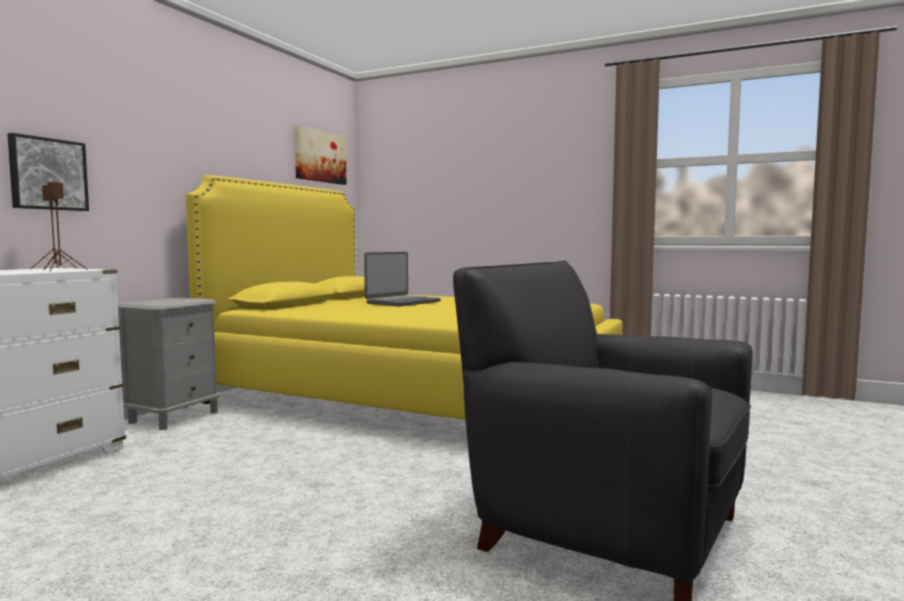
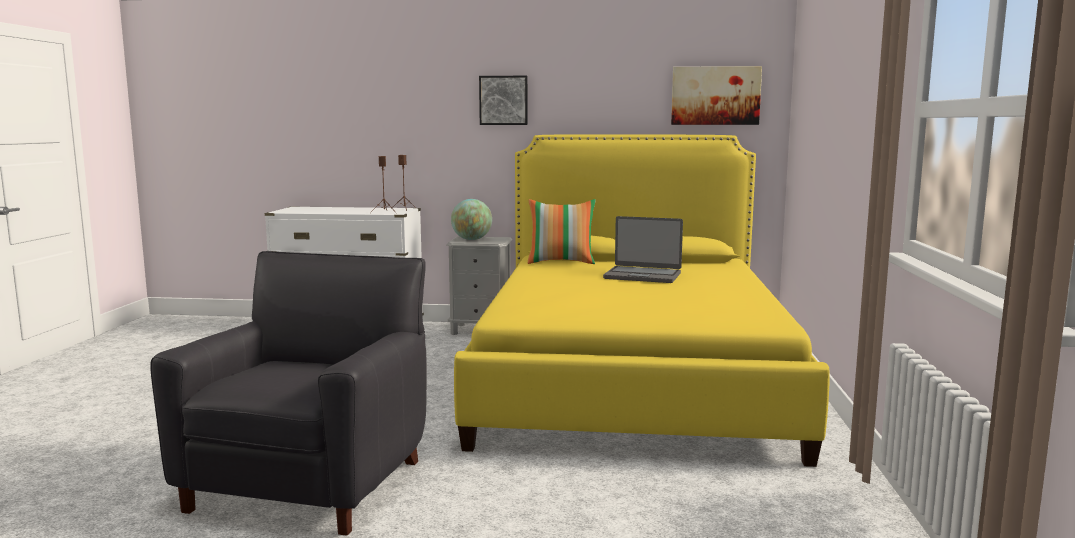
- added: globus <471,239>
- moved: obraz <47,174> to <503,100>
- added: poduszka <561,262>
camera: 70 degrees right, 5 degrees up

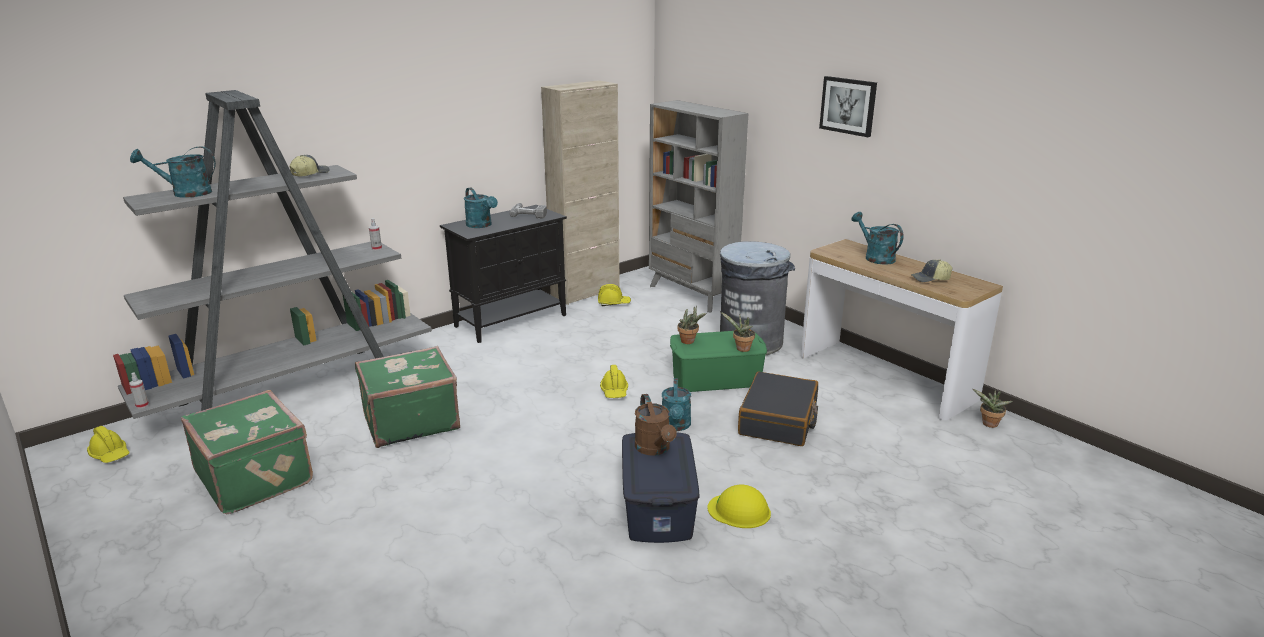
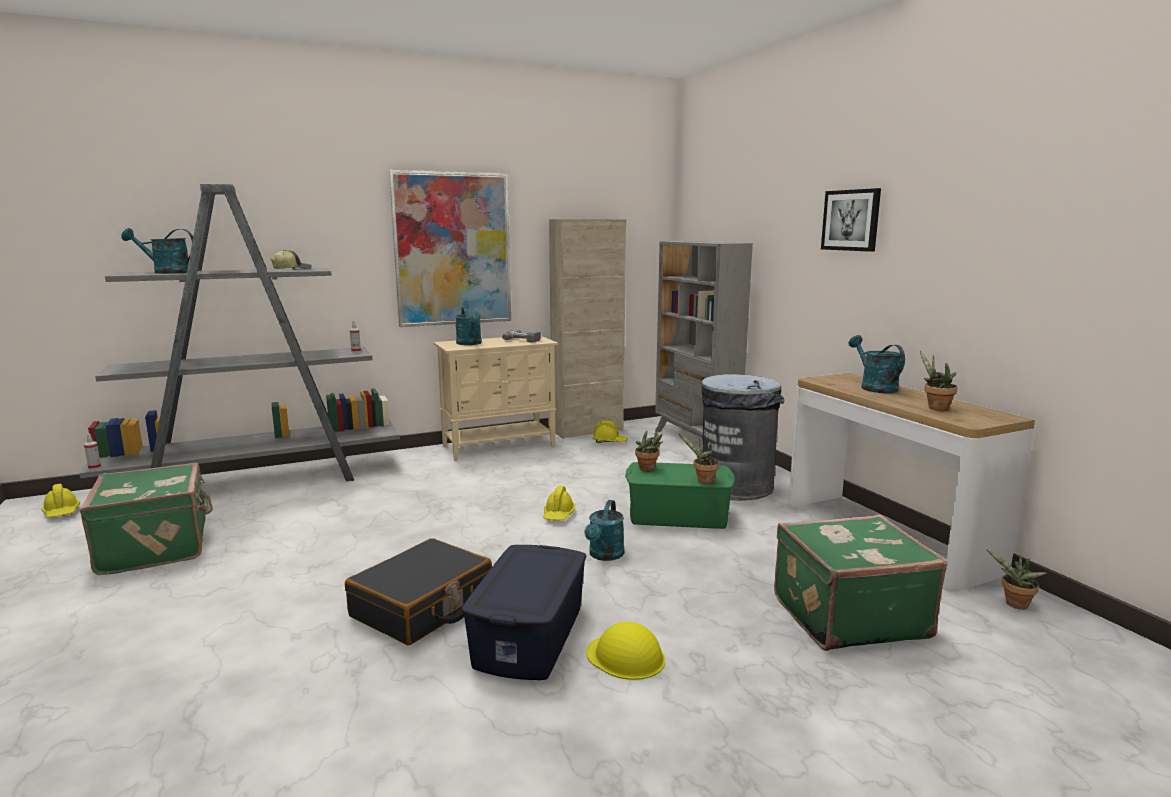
- moved: walizka (czarny) <778,421> to <423,606>
- added: obraz <453,249>
- recoloured: szafka (czarny) <511,320> to szafka (beżowy) <500,446>
- moved: walizka (zielony) <410,421> to <847,615>
- replaced: czapka z daszkiem <930,279> to roślina doniczkowa <935,408>
- removed: konewka (brązowy) <655,449>
camera: 15 degrees right, 10 degrees down

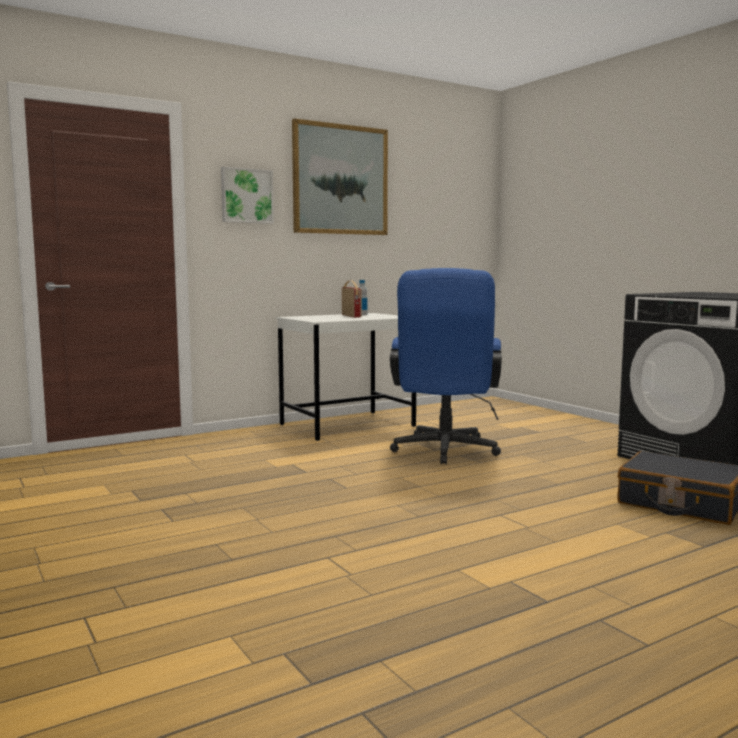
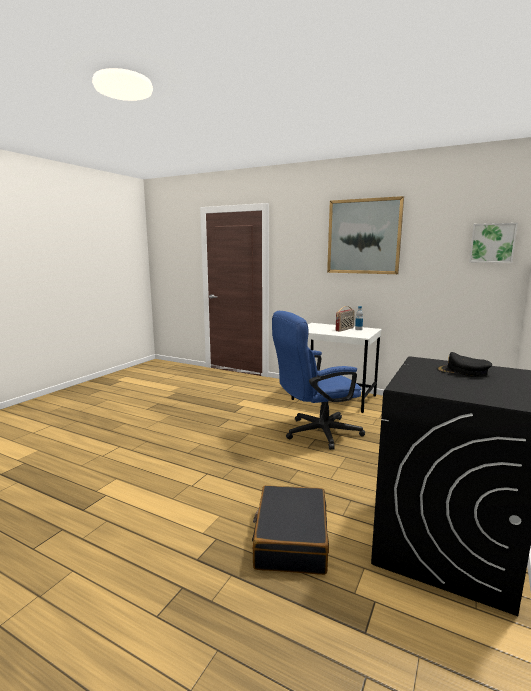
- added: czapka z daszkiem (czarny) <462,371>
- moved: obraz <246,196> to <492,243>
camera: 60 degrees right, 5 degrees up

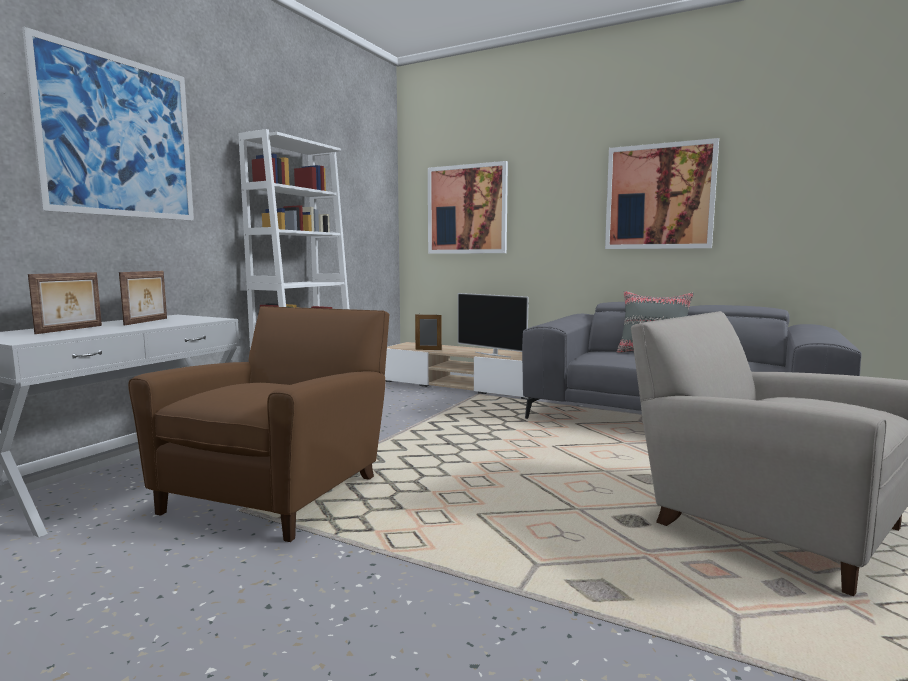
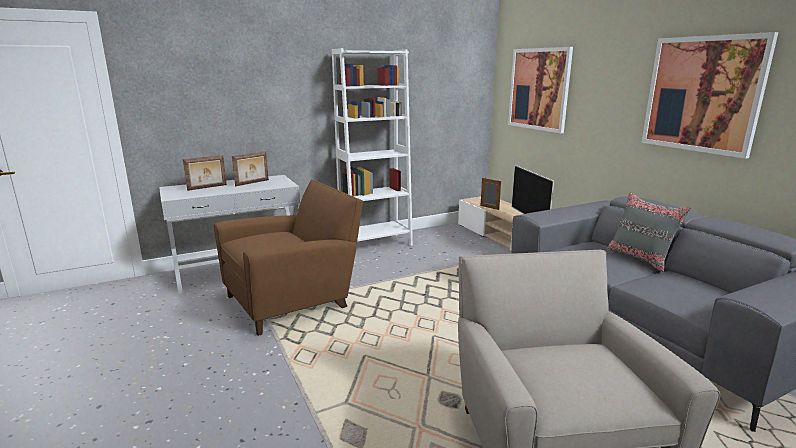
- removed: obraz <119,137>
camera: 35 degrees right, 10 degrees up

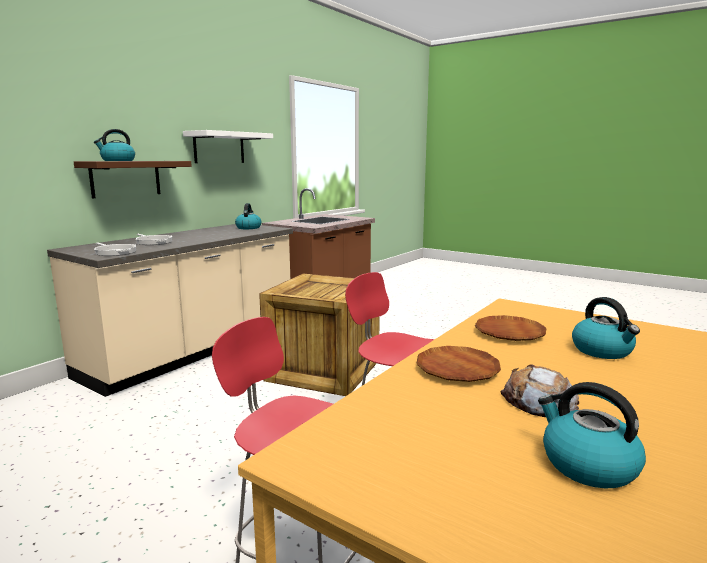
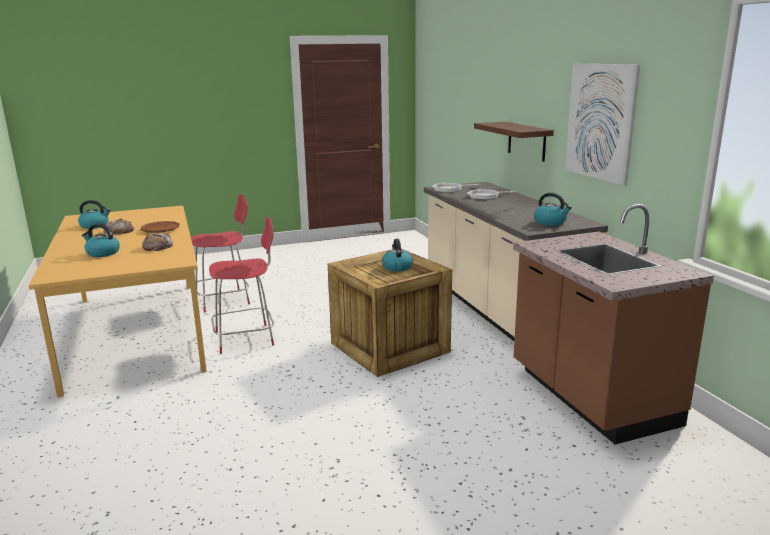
- replaced: talerz (brązowy) <509,333> to chleb <158,247>
- moved: czajnik <117,160> to <397,267>
- replaced: półka (biały) <219,147> to obraz <600,122>
camera: 125 degrees right, 5 degrees up

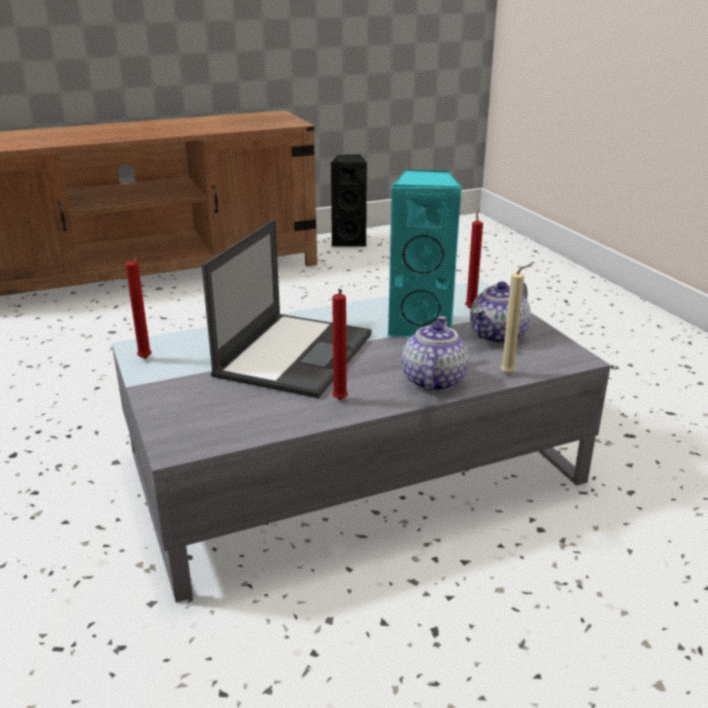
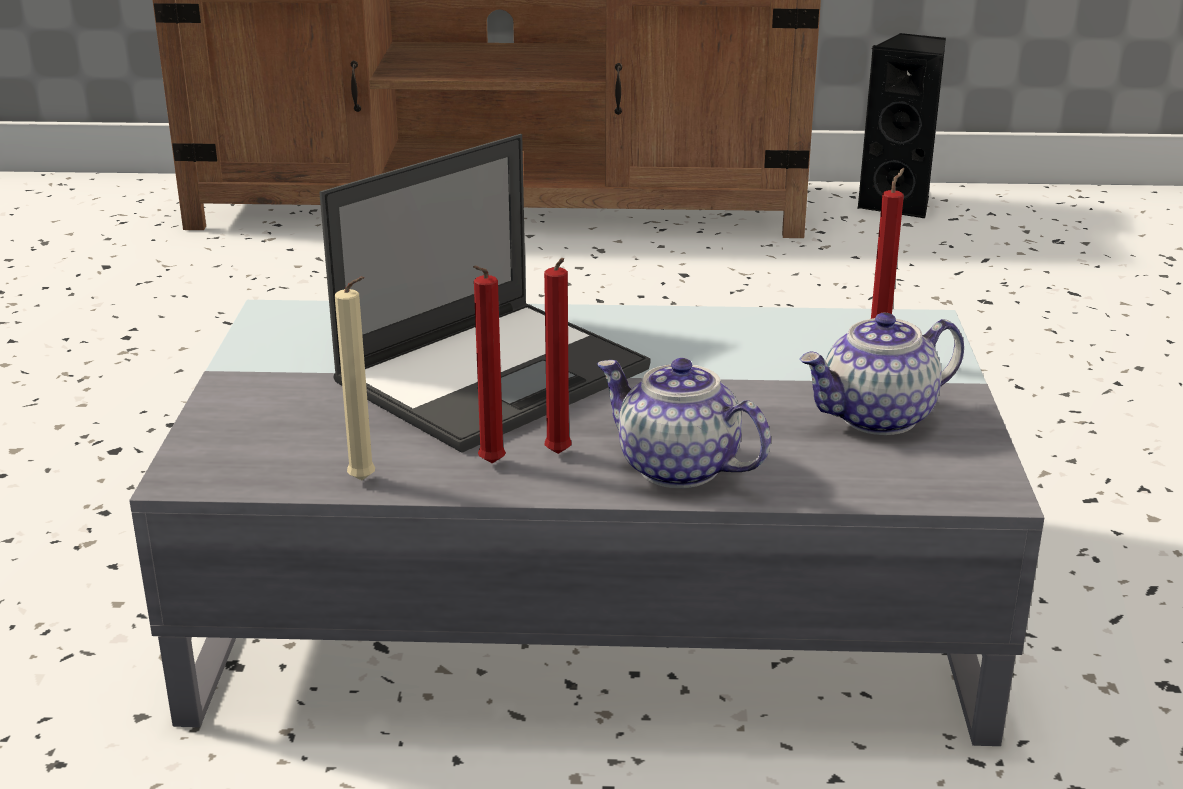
- moved: świeca (beżowy) <509,374> to <365,482>
- moved: świeca (czerwony) <146,359> to <559,456>
- turned: imbryk <432,380> = <676,468> 90 degrees counterclockwise
- removed: głośnik (turkusowy) <421,326>
camera: 25 degrees right, 0 degrees up

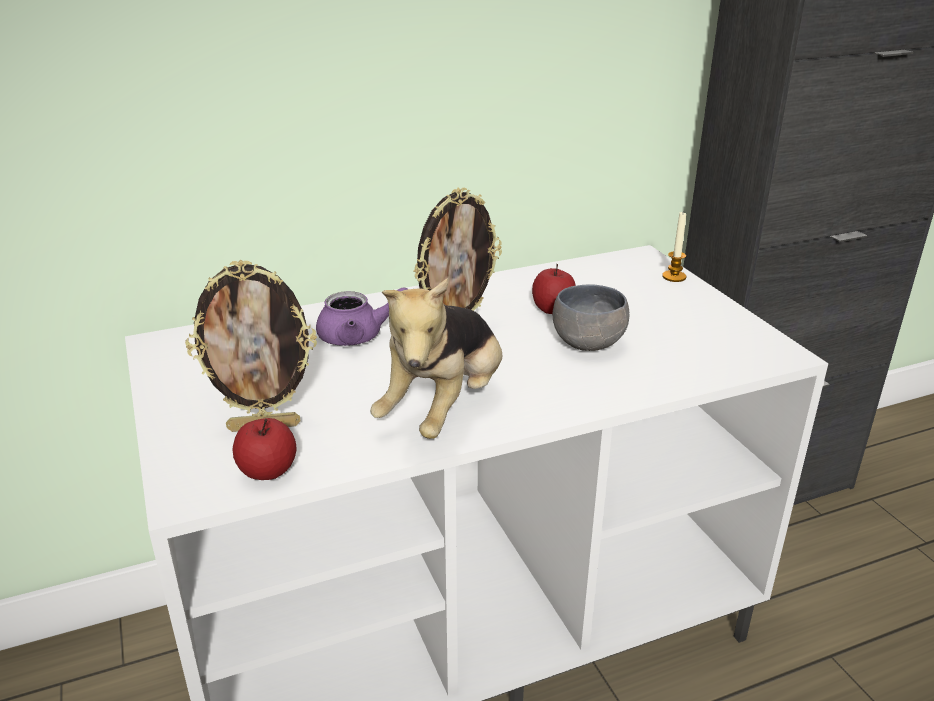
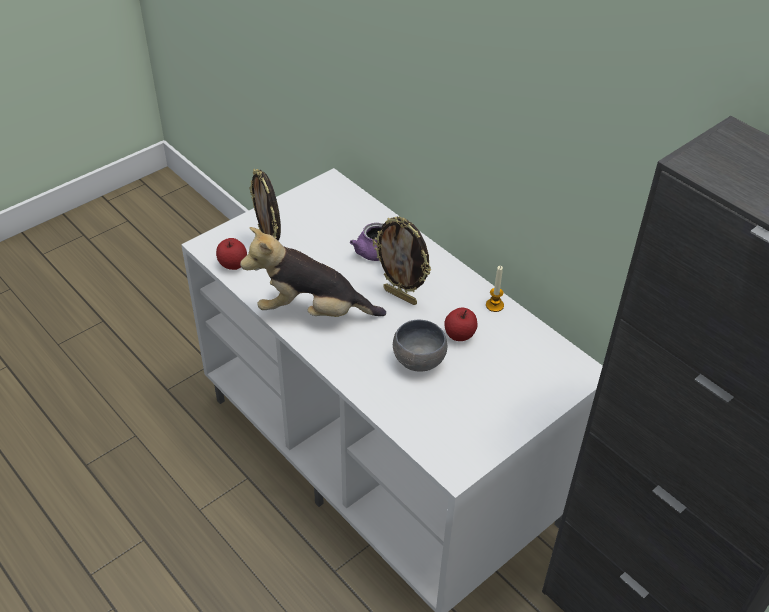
- moved: świeca <674,277> to <494,305>
camera: 70 degrees right, 15 degrees up

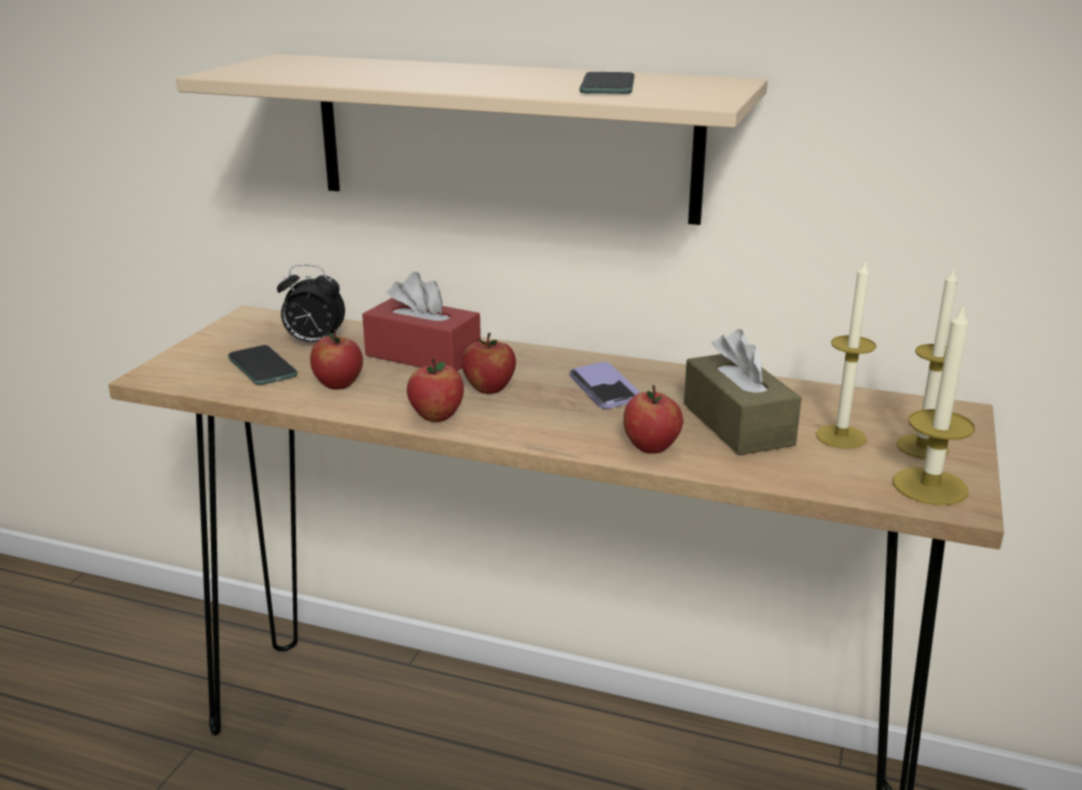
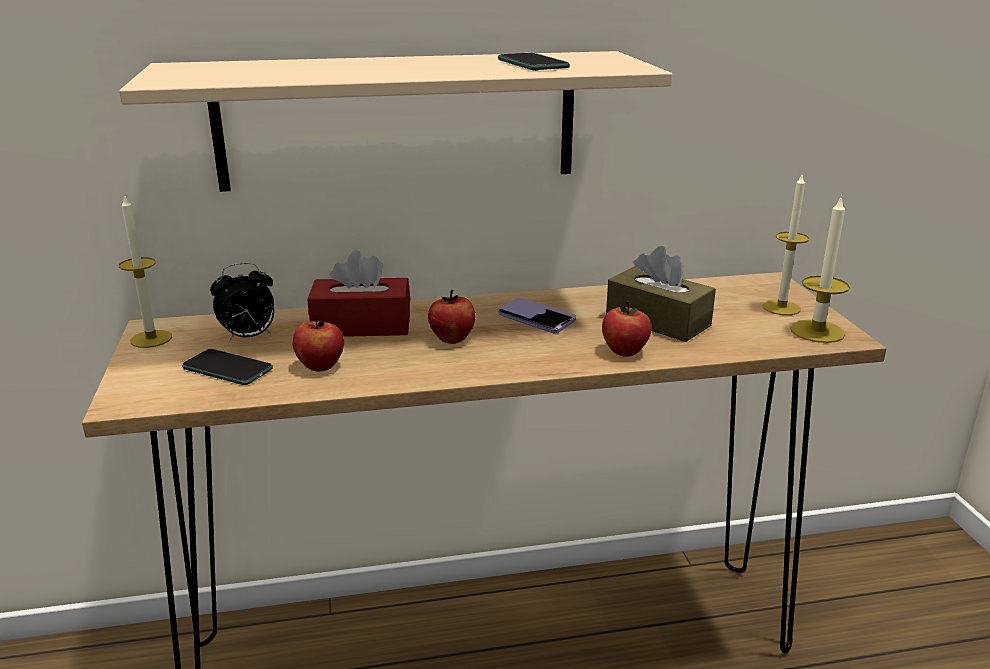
- moved: świeca <840,436> to <151,339>
- removed: jabłko <436,417>
camera: 30 degrees left, 0 degrees up

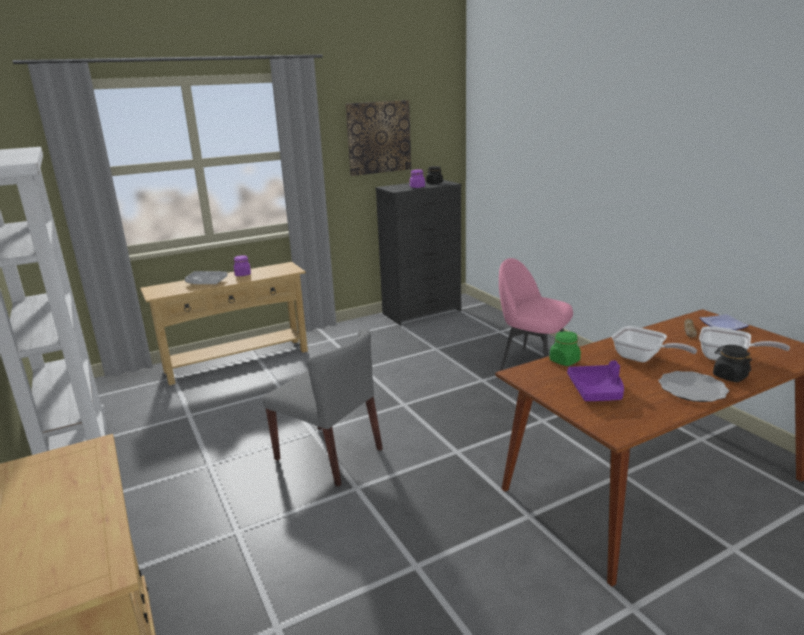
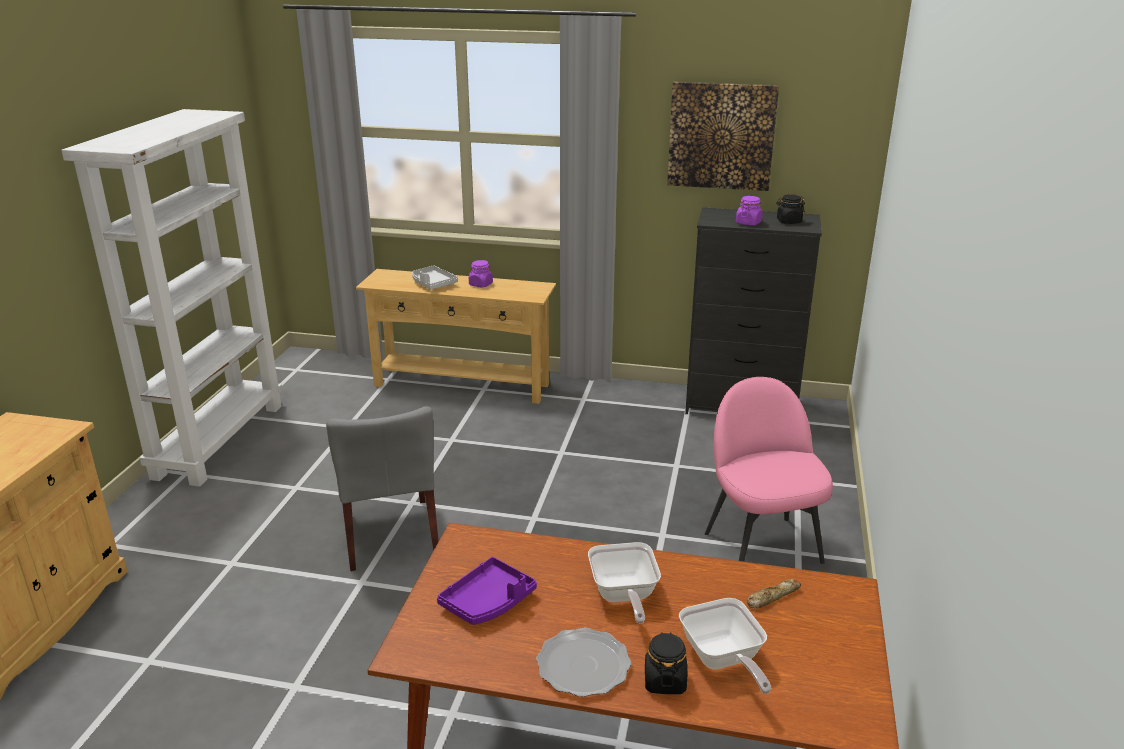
- removed: słoik (zielony) <564,361>
- removed: talerz <722,325>
camera: 40 degrees right, 5 degrees up

